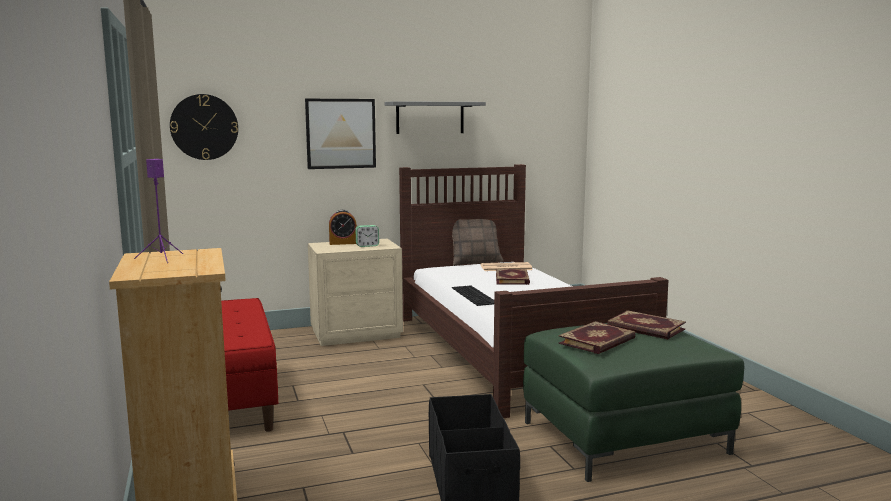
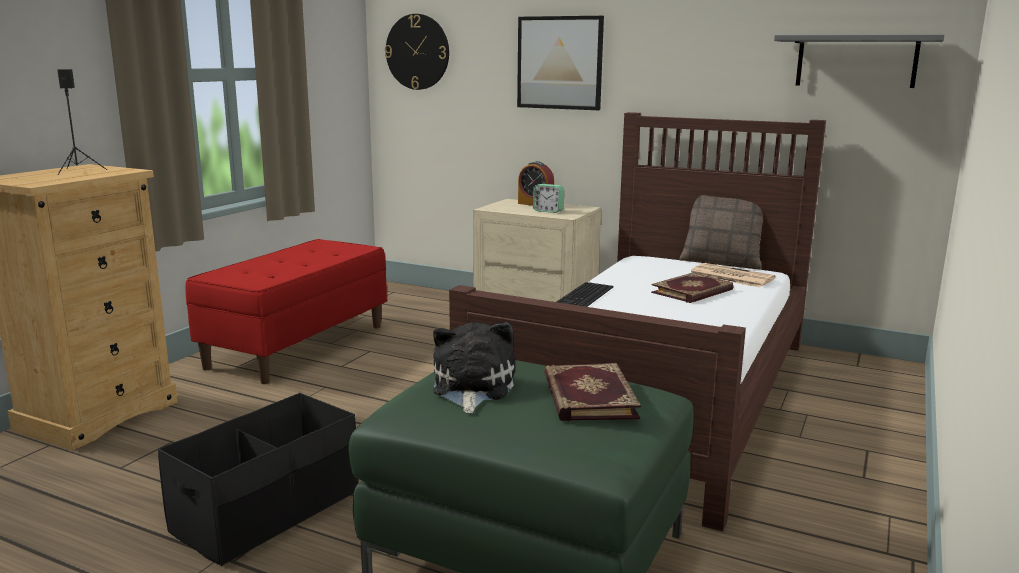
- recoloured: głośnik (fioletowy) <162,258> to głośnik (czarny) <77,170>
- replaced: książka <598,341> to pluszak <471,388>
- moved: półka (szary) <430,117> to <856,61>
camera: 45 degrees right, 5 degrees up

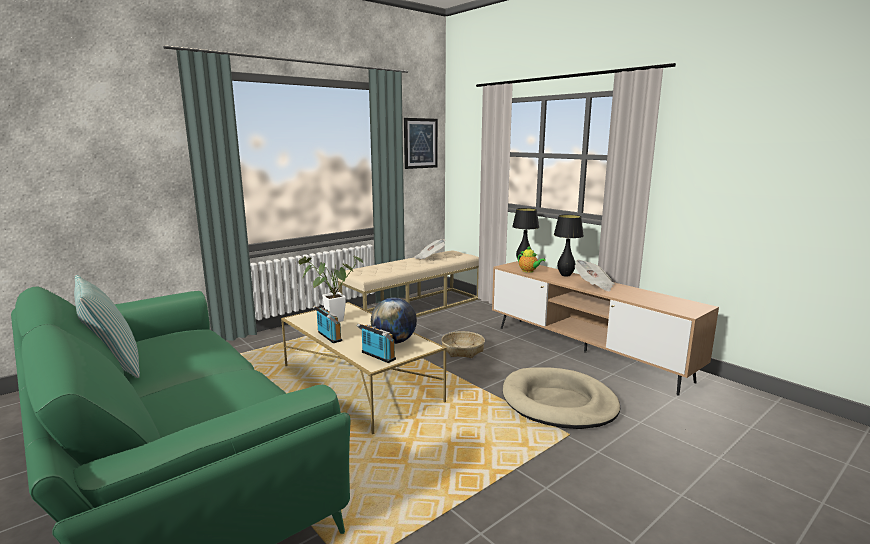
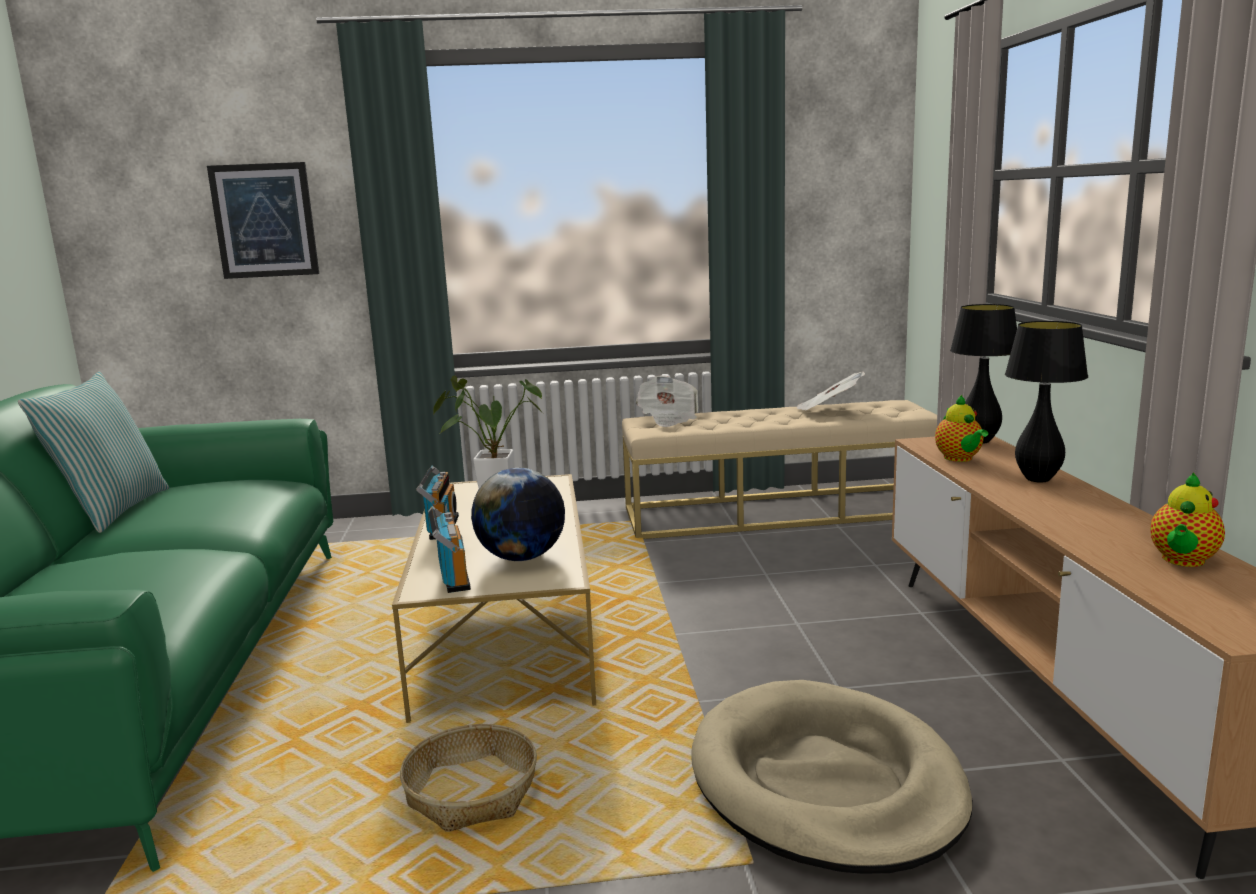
- moved: obraz <420,143> to <265,220>
- moved: koszyk <463,350> to <472,793>
- moved: gazeta <594,286> to <668,419>
- added: imbryk <1182,561>
camera: 35 degrees right, 0 degrees up

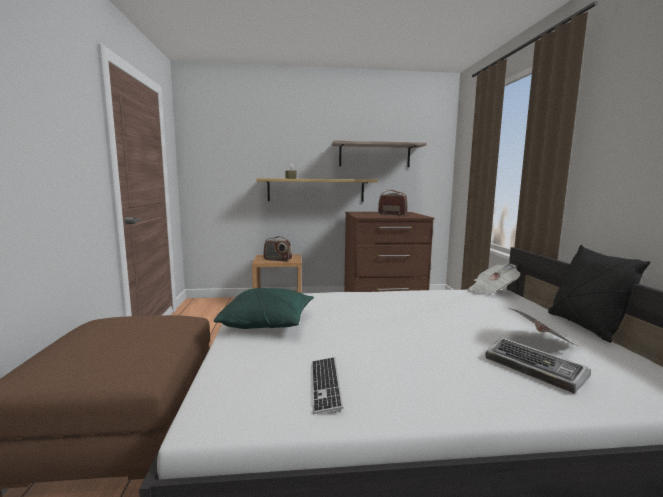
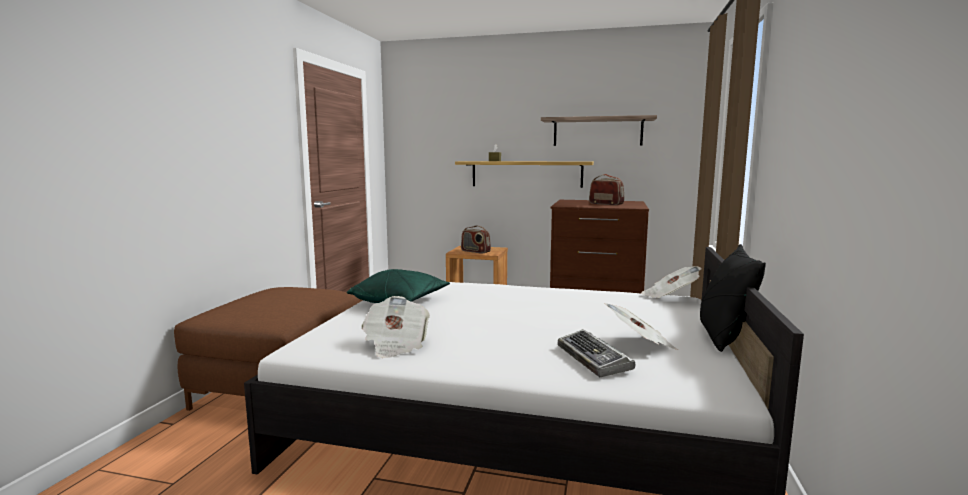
- replaced: klawiatura <325,385> to gazeta <395,344>
camera: 20 degrees right, 0 degrees up

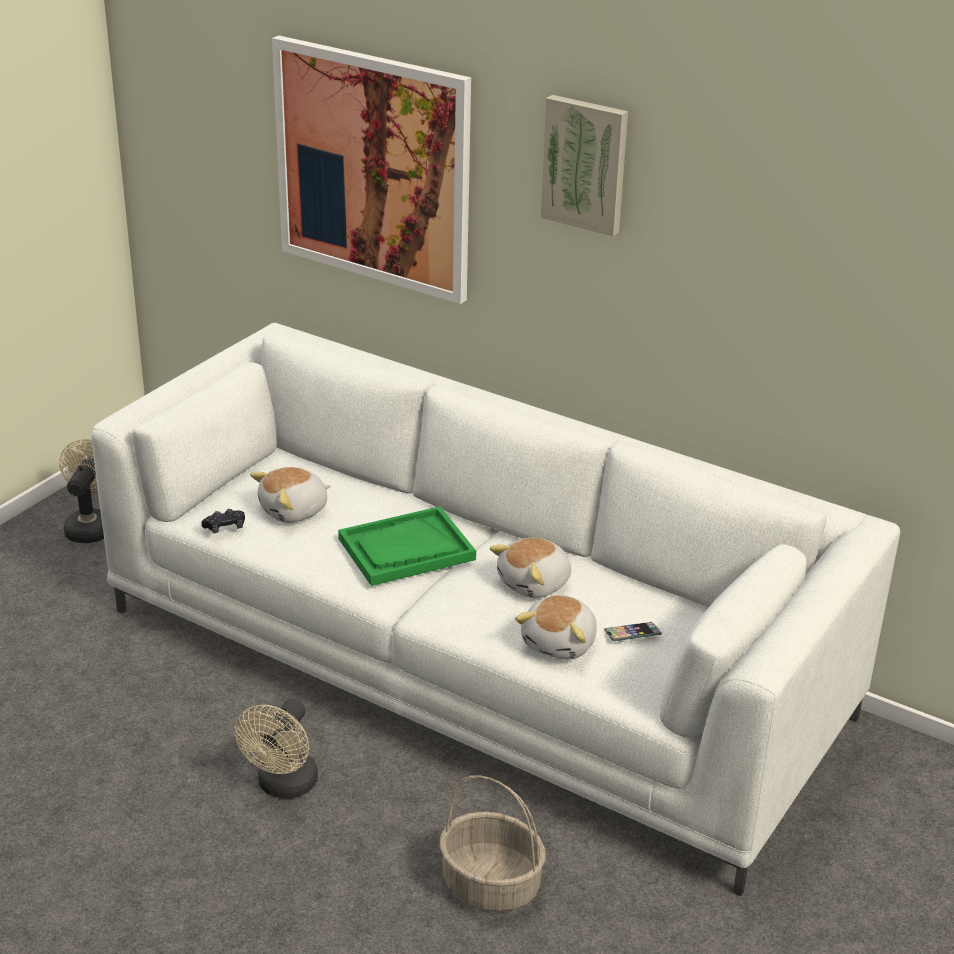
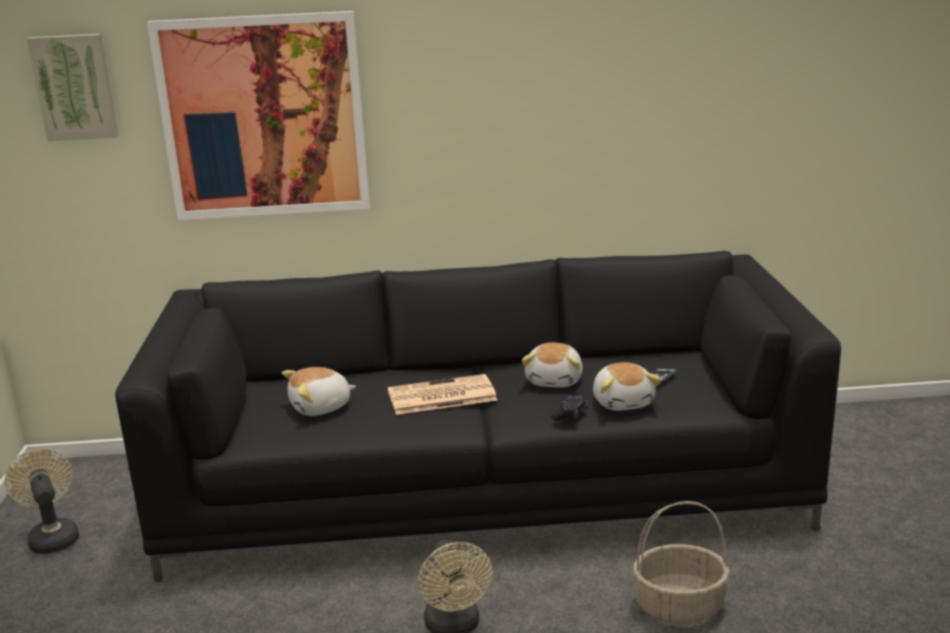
- moved: obraz <586,164> to <75,87>
- recoloured: kanapa (biały) <473,664> to kanapa (czarny) <483,489>
- turned: pluszak <294,511> = <321,407> 45 degrees clockwise
- replaced: taca (zielony) <406,549> to gazeta <440,396>
- moved: pad do gier (czarny) <225,527> to <570,414>
camera: 35 degrees left, 10 degrees down

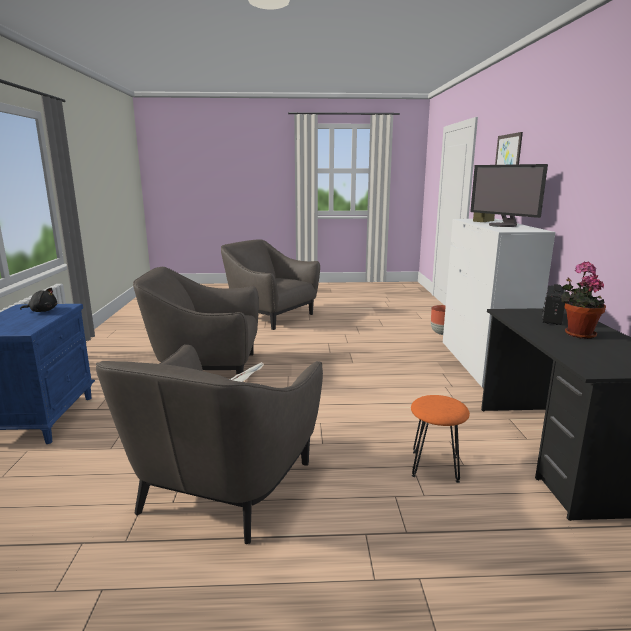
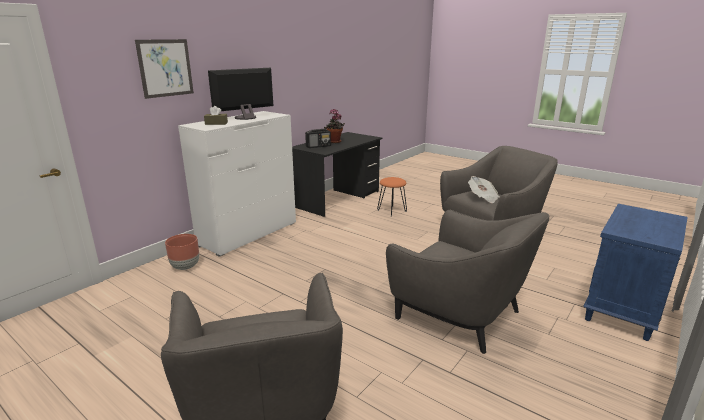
- turned: monitor <503,225> = <245,118> 135 degrees counterclockwise
- removed: pluszak (czarny) <42,311>
camera: 140 degrees left, 5 degrees up

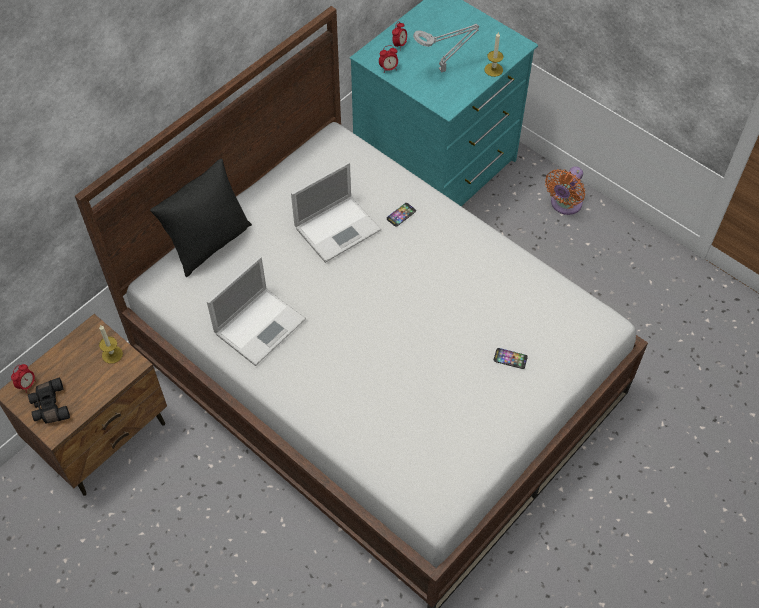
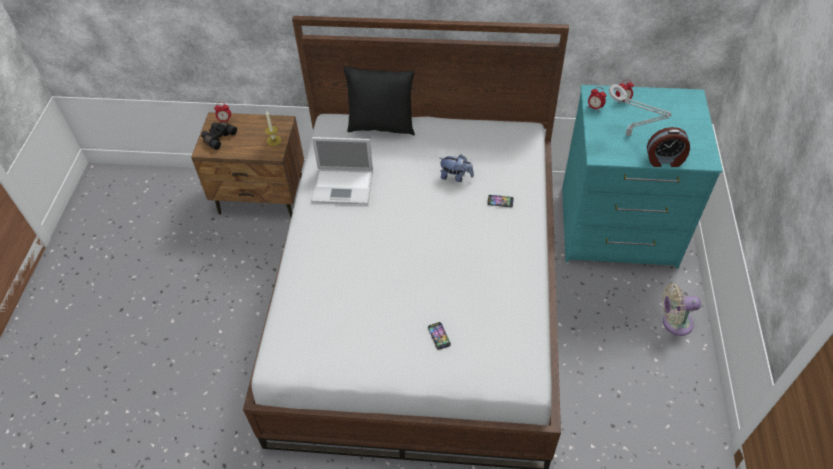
- replaced: laptop <338,228> to pluszak <456,176>
- replaced: świeca <493,69> to budzik <664,160>
- recoloured: wentylator (pomarańczowy) <564,204> to wentylator (beżowy) <674,322>
camera: 55 degrees right, 5 degrees down

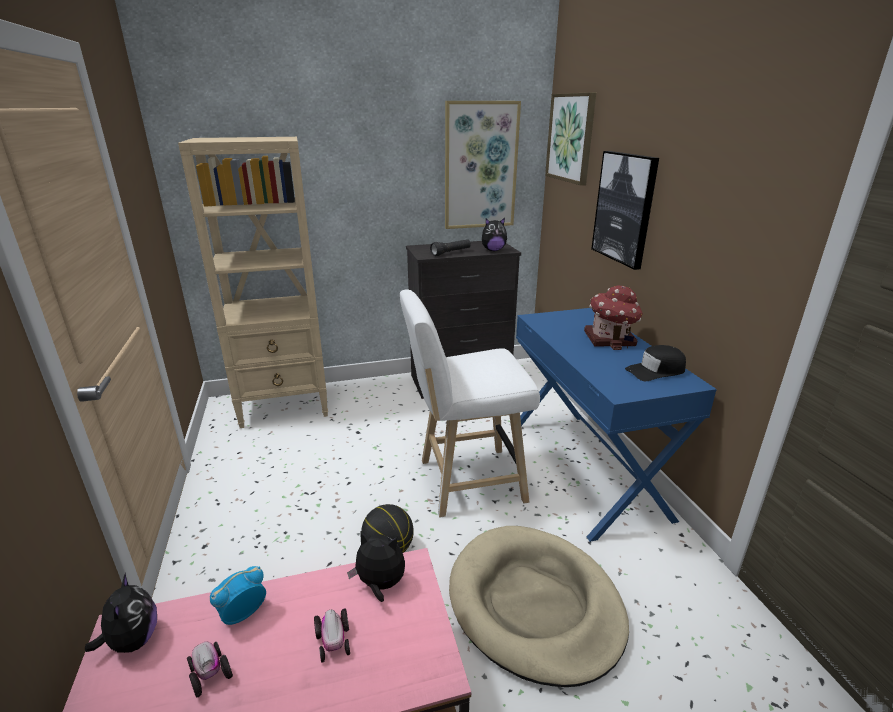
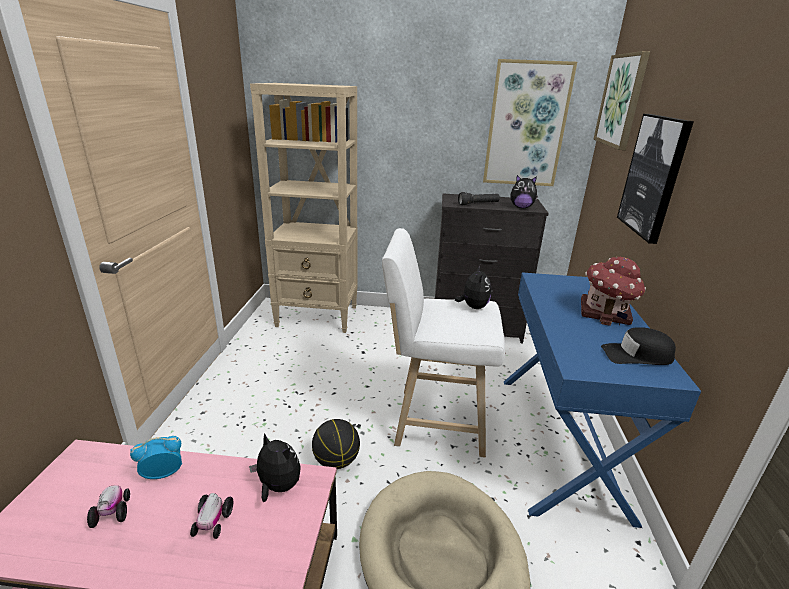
- moved: pluszak <133,640> to <473,307>
camera: 20 degrees right, 0 degrees up

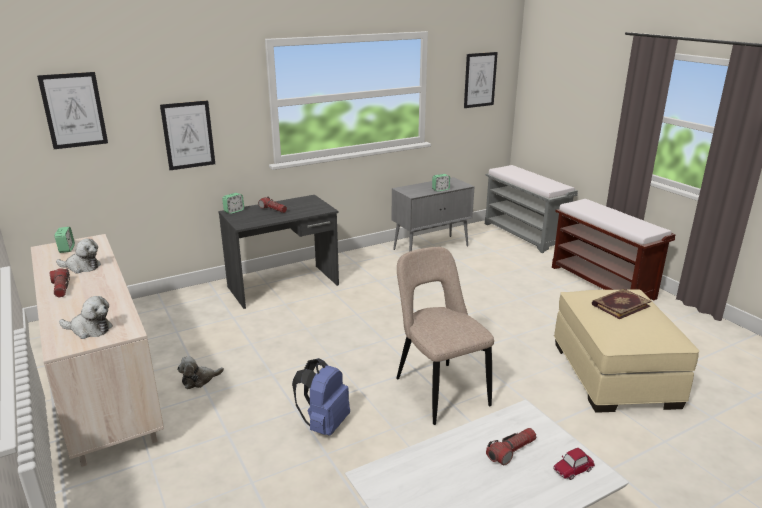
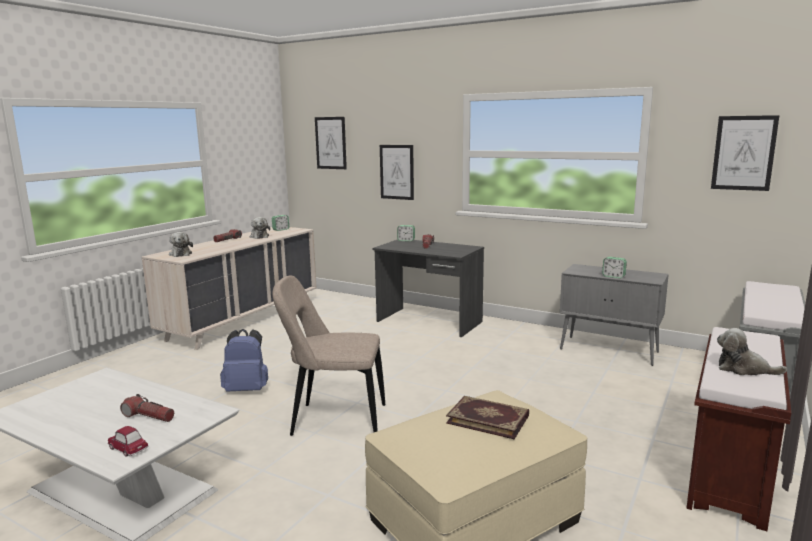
- turned: krzesło (beżowy) <439,389> = <334,420> 120 degrees counterclockwise
- moved: pluszak <199,380> to <743,369>
camera: 60 degrees right, 10 degrees down

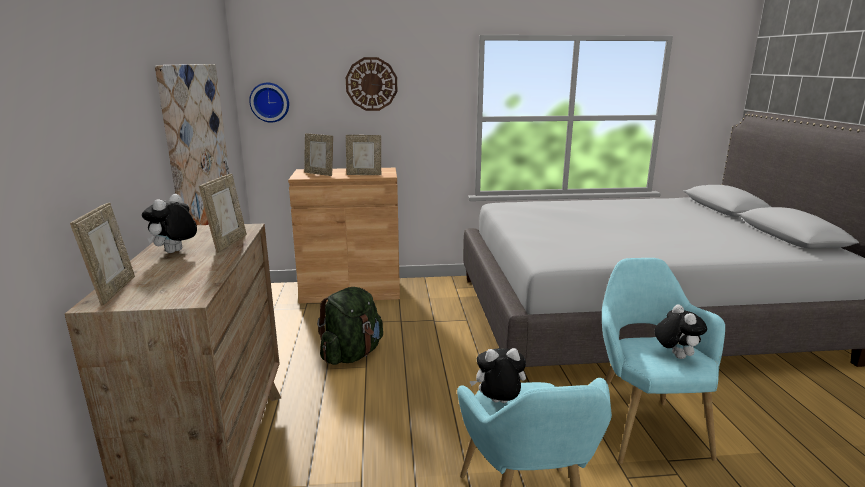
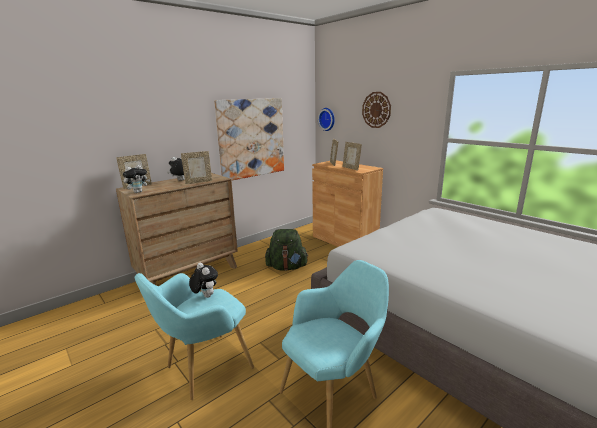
- moved: pluszak <675,355> to <138,192>
camera: 55 degrees right, 0 degrees up

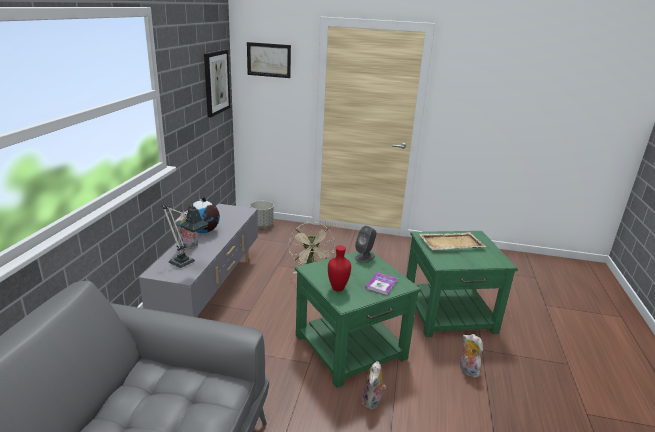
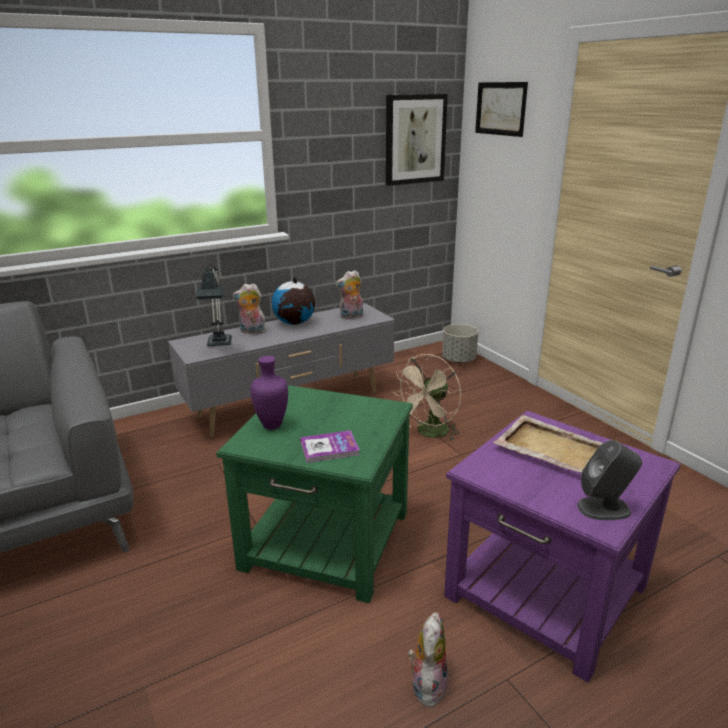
- recoloured: wazon (czerwony) <338,289> to wazon (fioletowy) <272,426>
- moved: pluszak <372,402> to <351,317>
- recoloured: stolik (zielony) <449,312> to stolik (fioletowy) <545,591>
- moved: głośnik (szary) <365,257> to <604,508>
camera: 50 degrees right, 0 degrees up

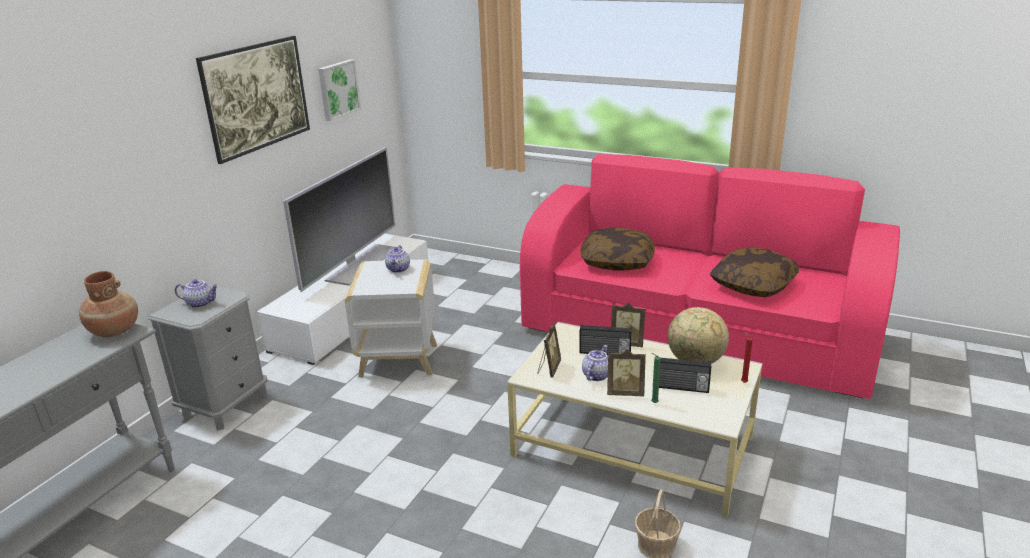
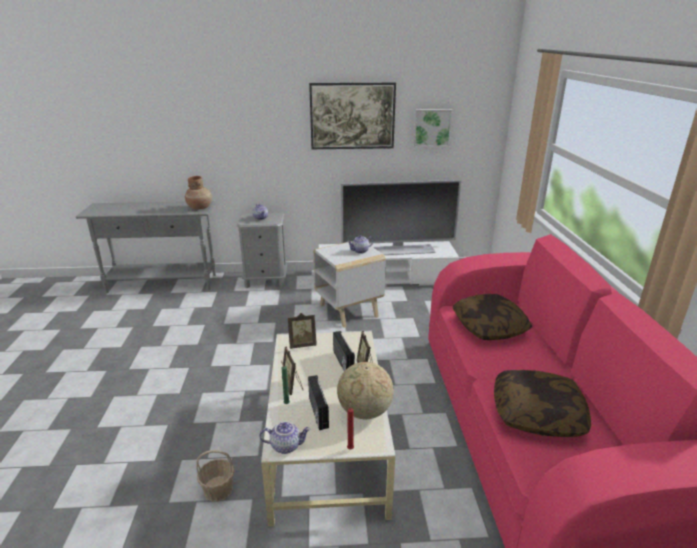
- moved: imbryk <596,375> to <286,445>
camera: 60 degrees right, 0 degrees up

